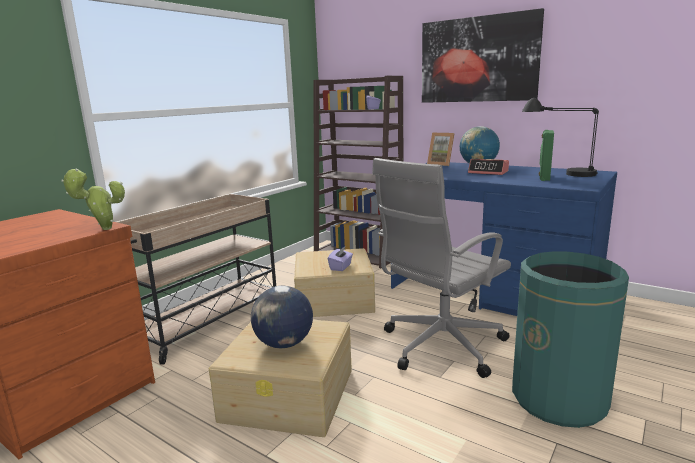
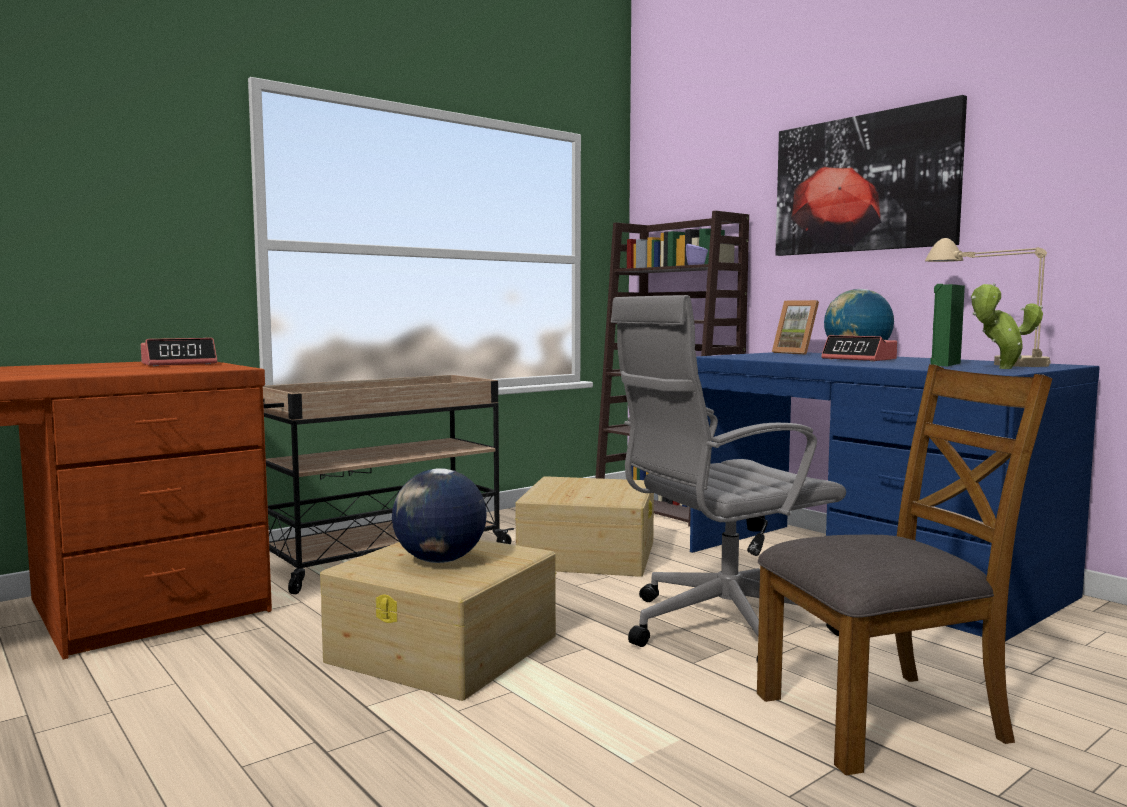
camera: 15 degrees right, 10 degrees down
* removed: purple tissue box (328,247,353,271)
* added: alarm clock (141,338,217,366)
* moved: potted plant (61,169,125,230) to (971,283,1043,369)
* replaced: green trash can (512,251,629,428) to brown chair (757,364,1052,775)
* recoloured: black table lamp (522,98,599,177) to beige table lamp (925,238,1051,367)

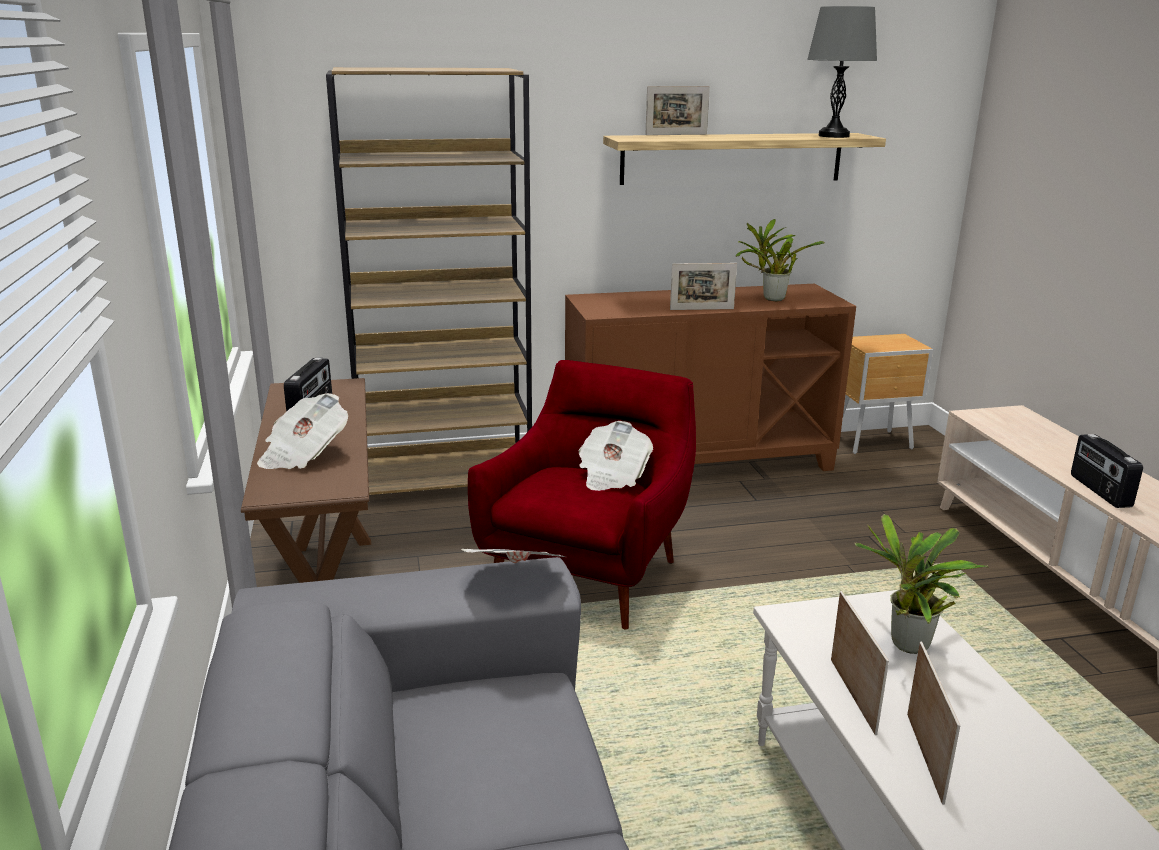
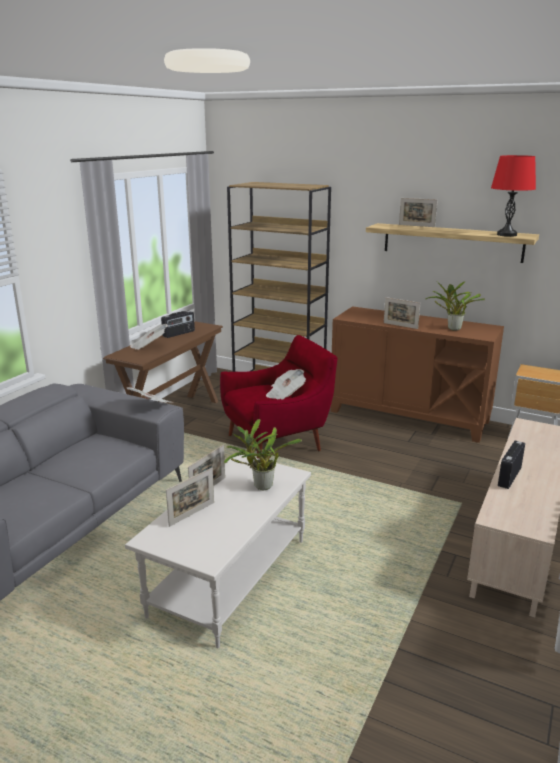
camera: 40 degrees right, 0 degrees up
* recoloured: grey table lamp (807,6,877,138) to red table lamp (491,155,536,237)

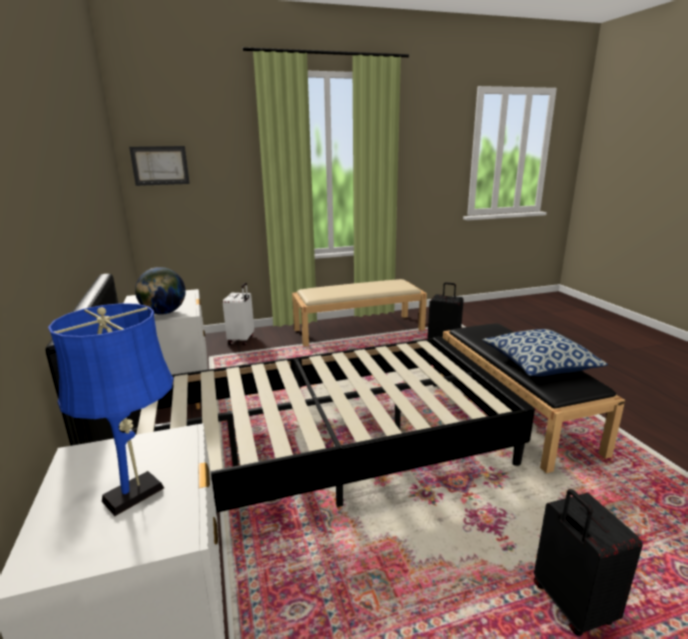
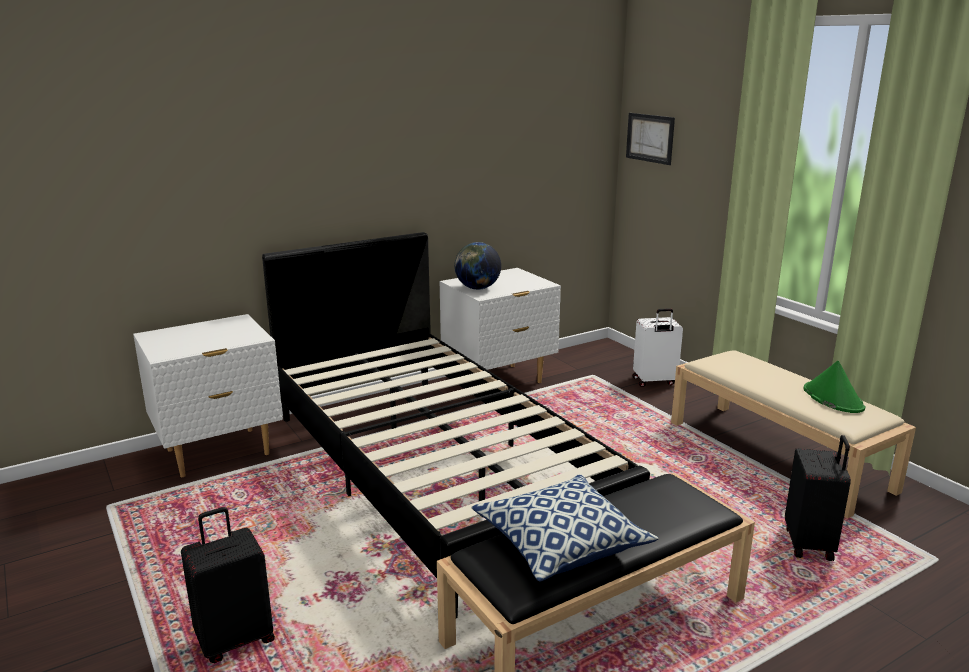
camera: 75 degrees right, 0 degrees up
* removed: blue table lamp (48,303,174,516)
* added: green hat (804,361,865,413)

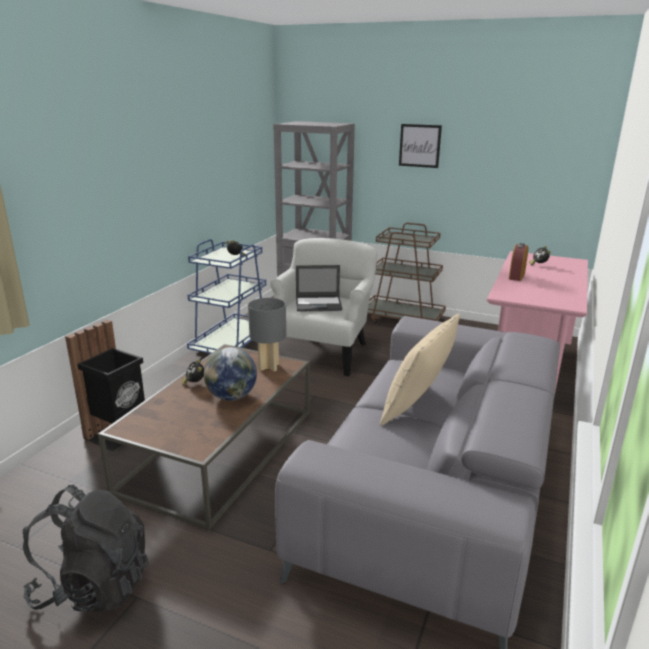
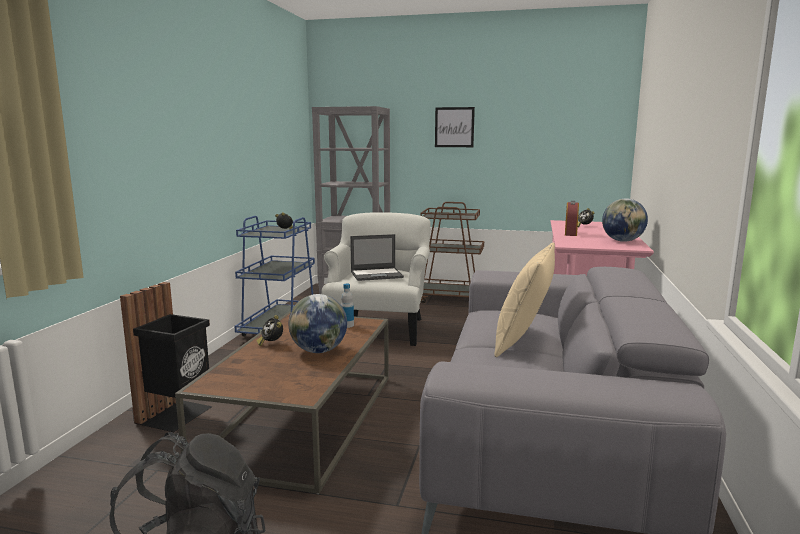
camera: 10 degrees left, 10 degrees down
* added: globe (602,198,648,242)
* replaced: grey table lamp (248,298,286,372) to bottle (341,284,354,328)

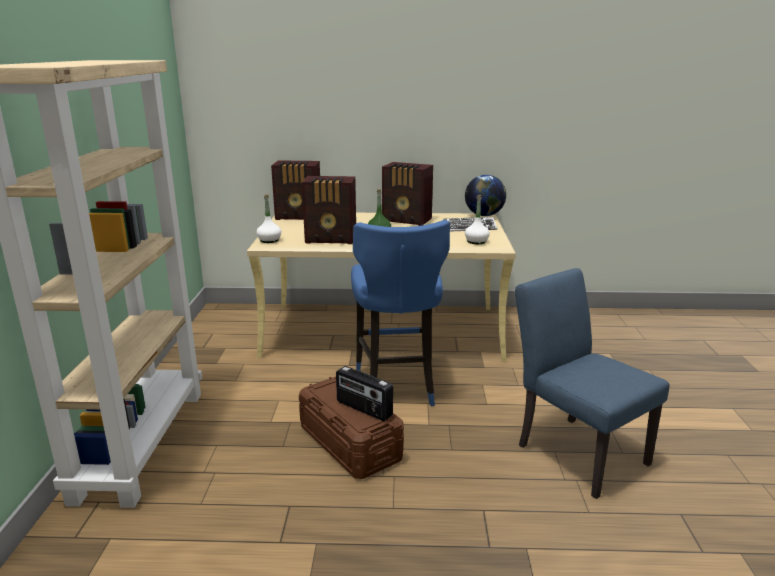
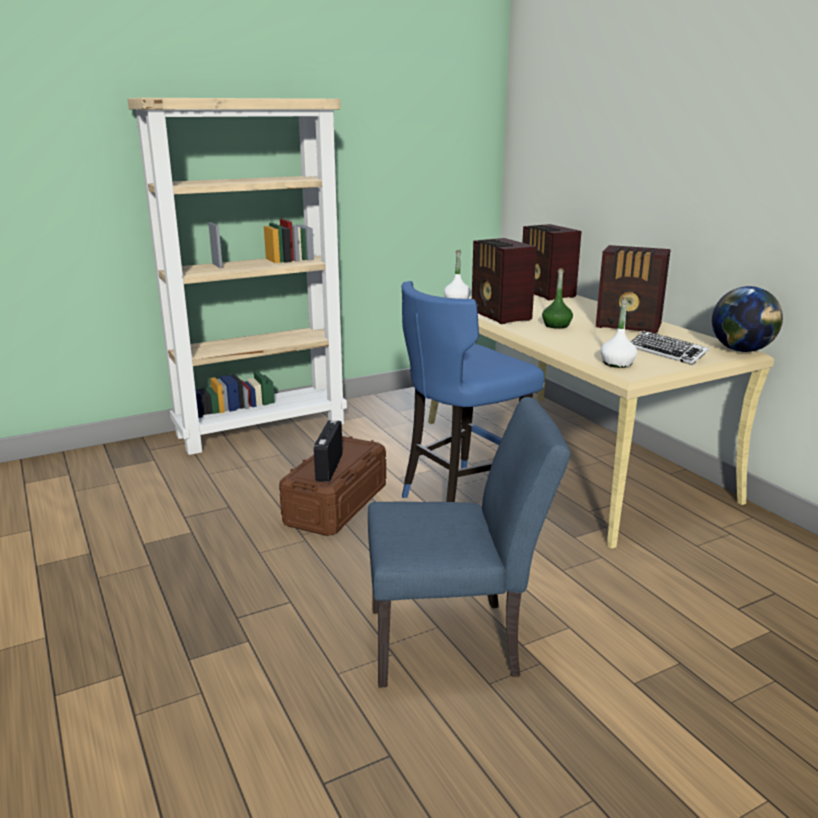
camera: 60 degrees right, 0 degrees up
* turned: radio (382,162,433,226) = (596,245,671,334) 60 degrees counterclockwise
* turned: blue chair (515,268,669,499) = (368,397,570,688) 60 degrees clockwise

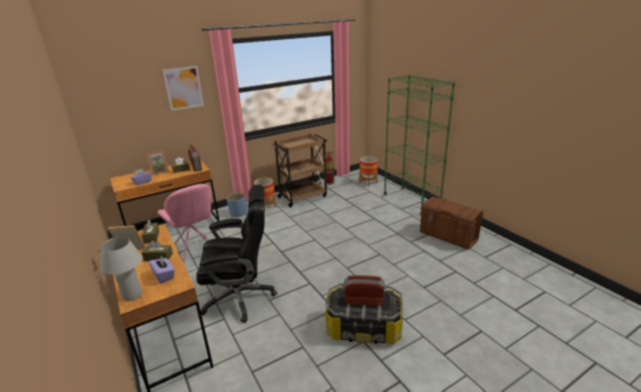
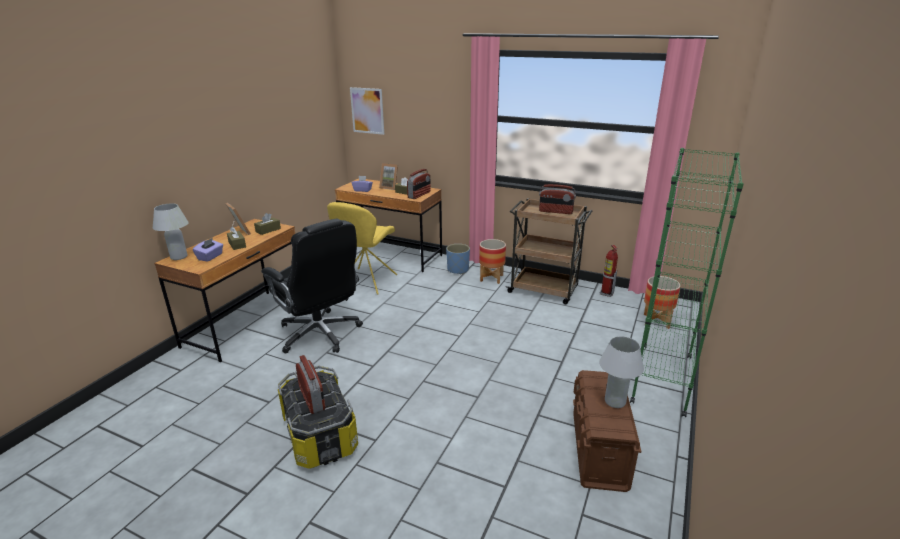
camera: 55 degrees right, 0 degrees up
* added: radio (539,184,576,214)
* added: white table lamp (599,336,644,408)
* moved: picture (163,66,204,111) to (350,87,384,135)
* recoloured: pink chair (158,184,212,263) to yellow chair (327,202,397,295)

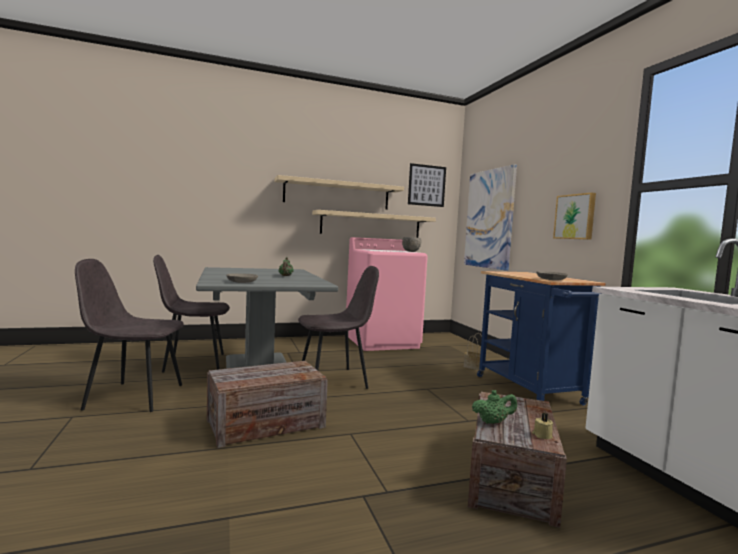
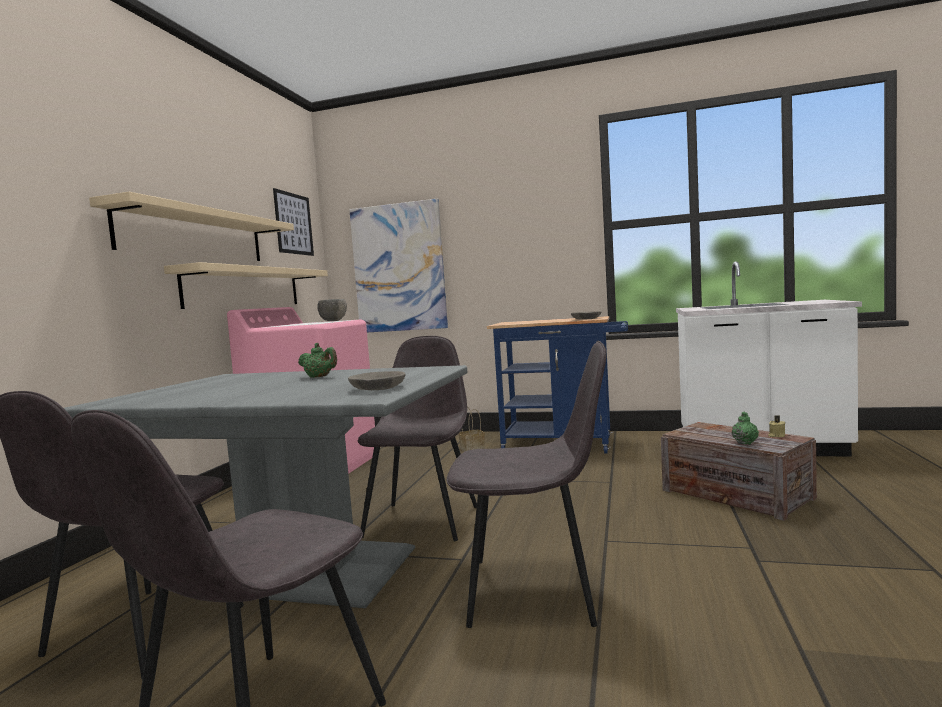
camera: 55 degrees left, 0 degrees up
* removed: picture (553,193,596,240)
* replaced: crate (207,361,328,448) to grey chair (447,341,607,628)

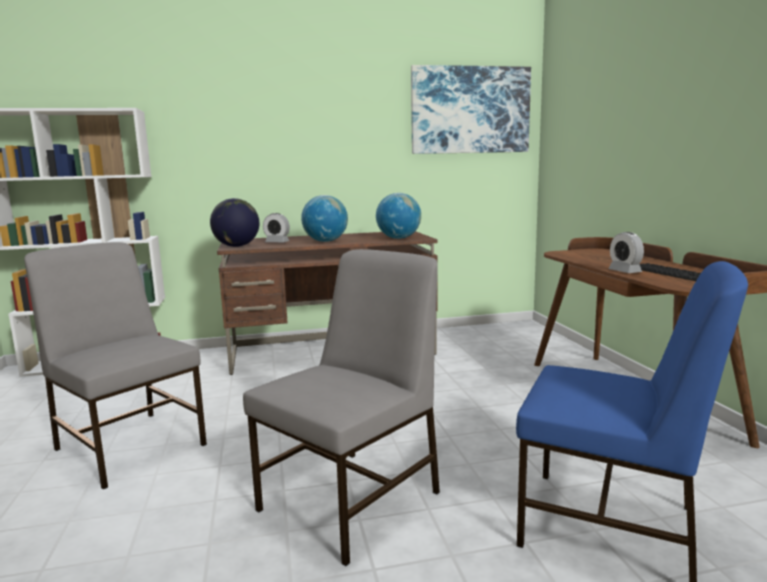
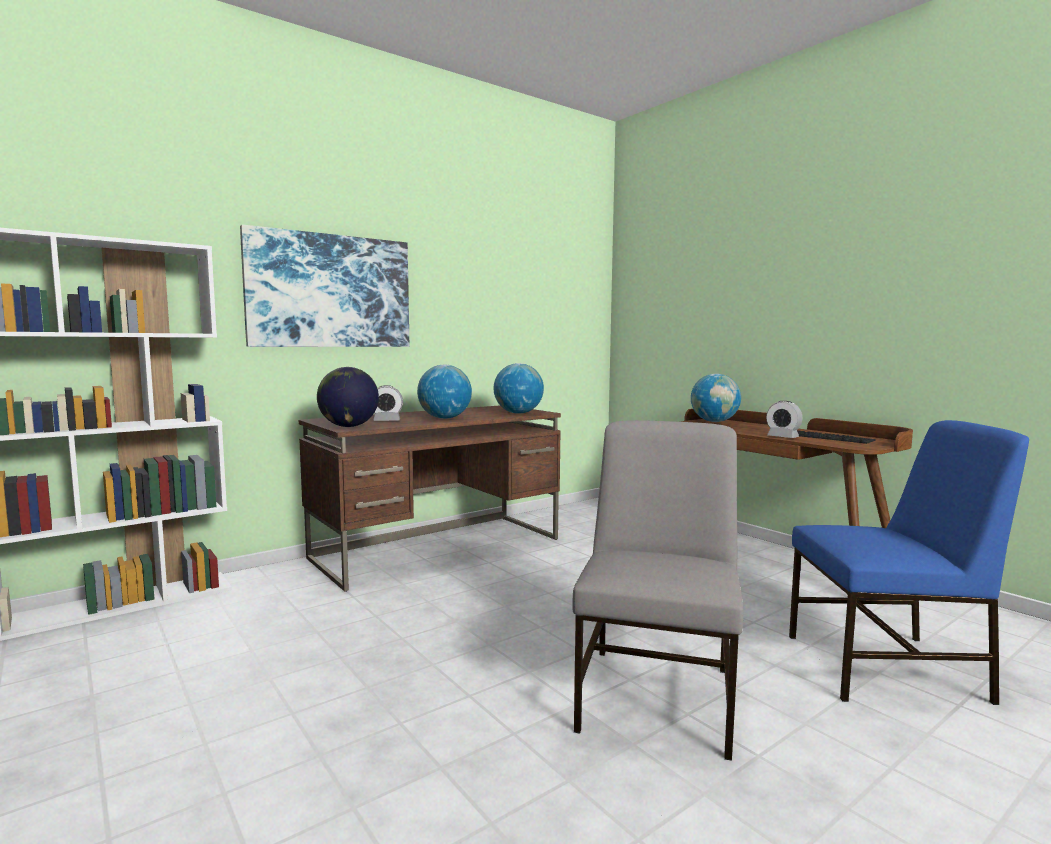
camera: 25 degrees left, 5 degrees down
* removed: grey chair (24,242,207,489)
* added: globe (691,374,741,422)
* moved: picture (411,65,531,154) to (240,225,409,347)

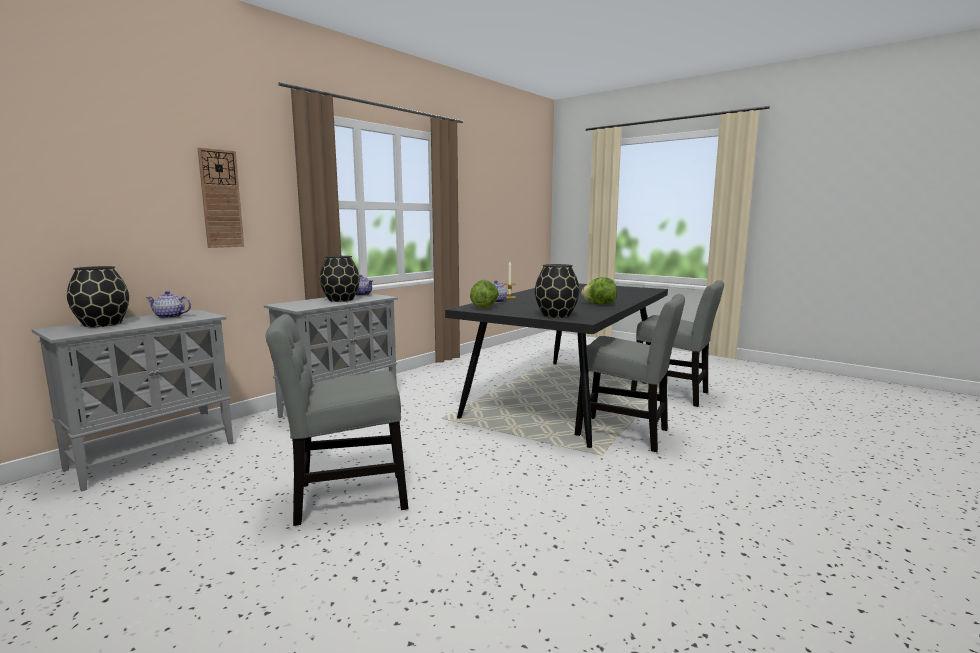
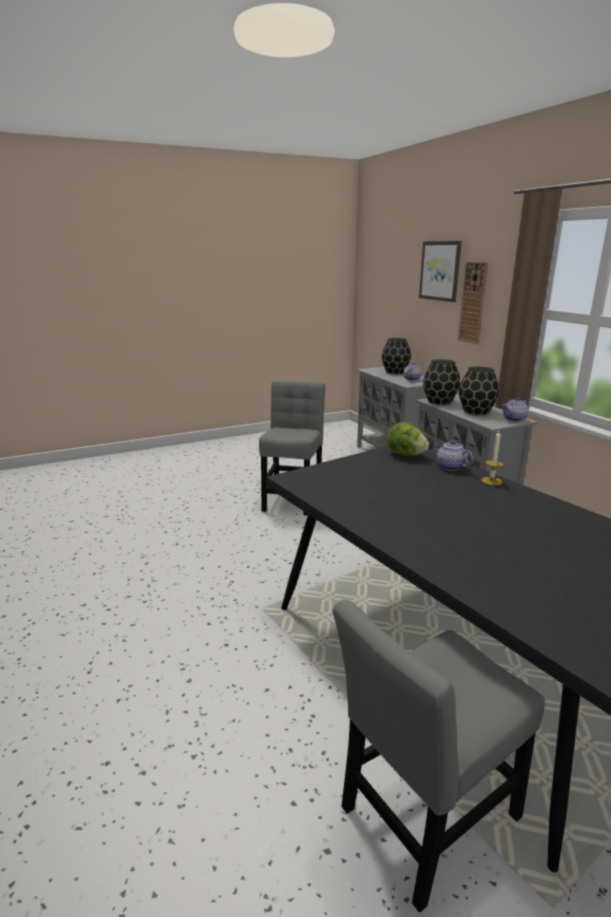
camera: 115 degrees right, 10 degrees up
* removed: grey chair (575,294,685,452)
* removed: lettuce (581,277,617,305)
* added: picture (419,241,462,302)
* moved: black vase (535,264,579,318) to (423,359,460,405)

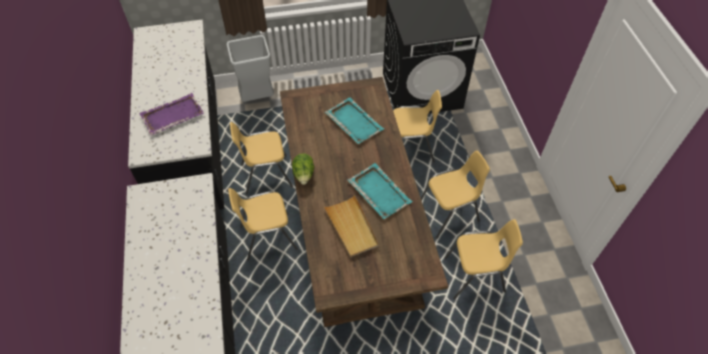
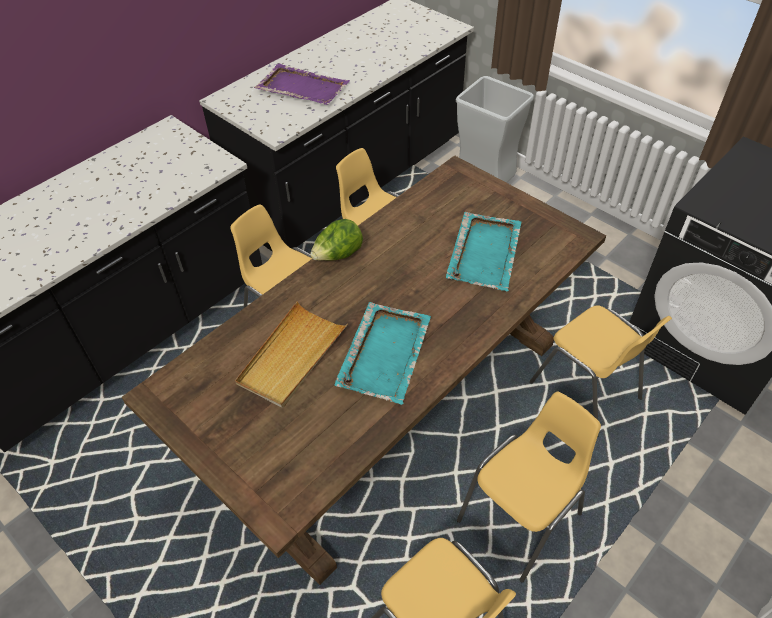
camera: 55 degrees right, 5 degrees down
* turned: yellow chair (421,151,490,239) = (457,392,601,583) 75 degrees counterclockwise

